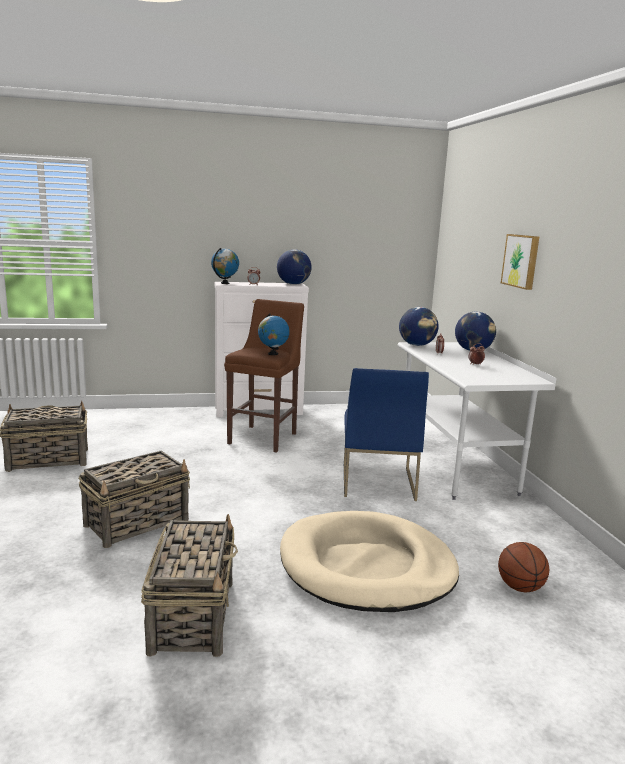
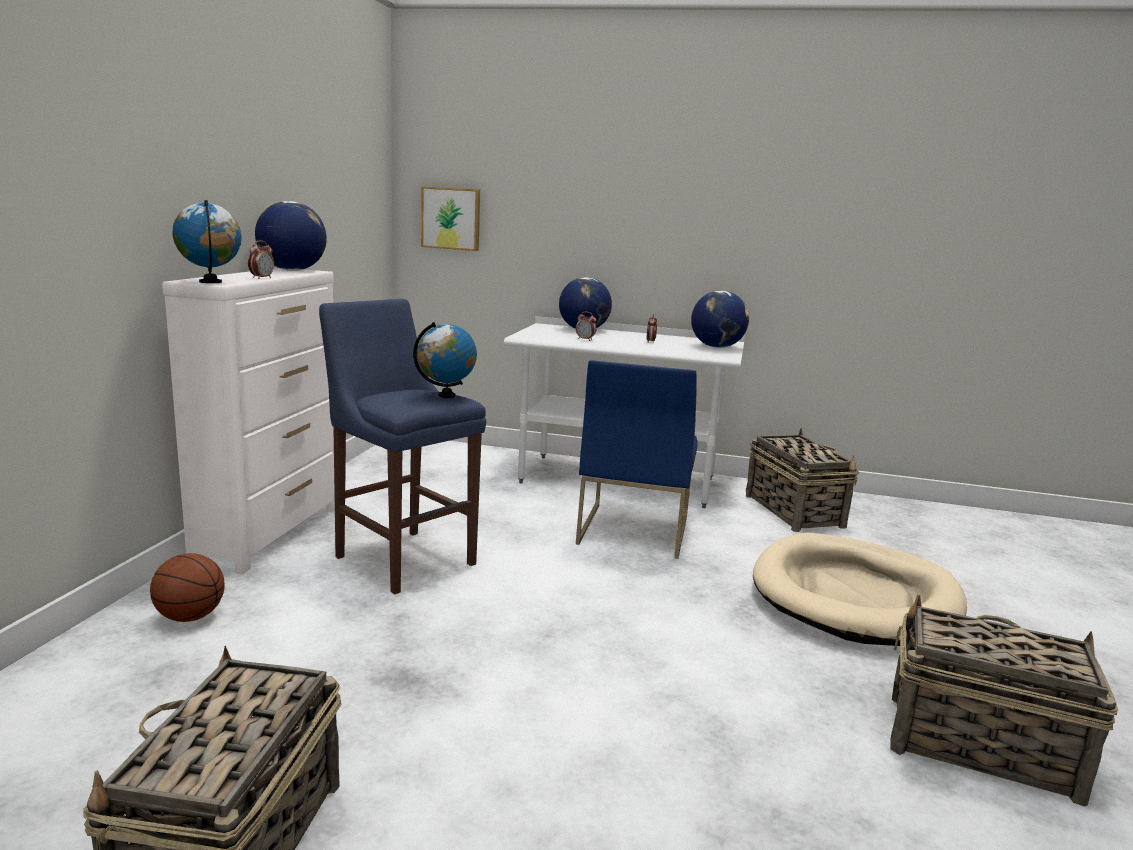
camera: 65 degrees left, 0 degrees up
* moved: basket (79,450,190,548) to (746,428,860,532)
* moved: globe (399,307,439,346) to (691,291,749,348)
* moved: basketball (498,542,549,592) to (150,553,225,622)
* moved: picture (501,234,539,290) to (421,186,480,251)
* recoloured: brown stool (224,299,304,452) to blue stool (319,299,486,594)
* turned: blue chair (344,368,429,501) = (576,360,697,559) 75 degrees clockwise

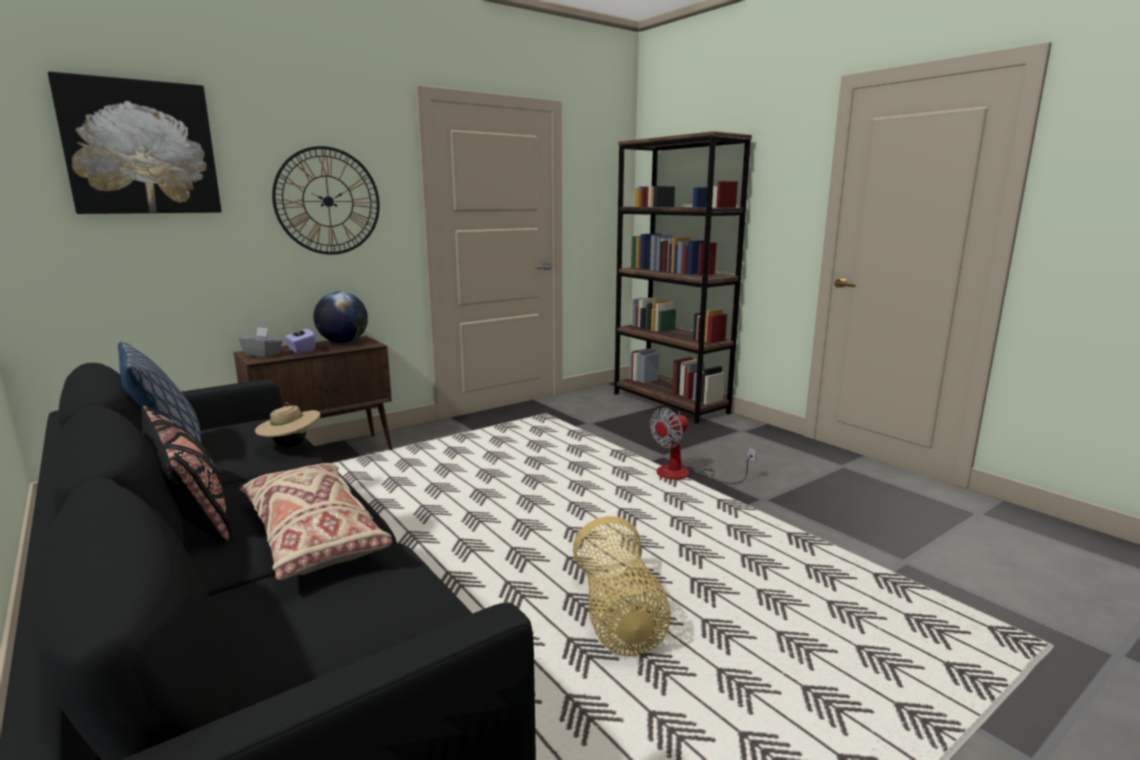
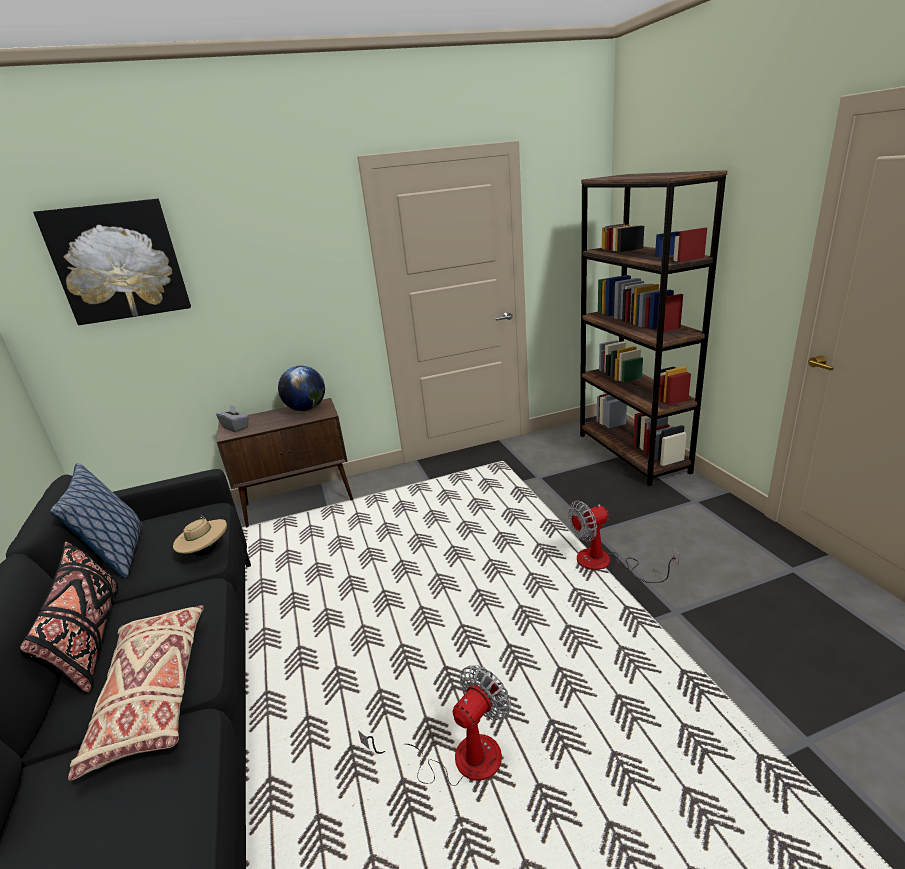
camera: 20 degrees right, 10 degrees up
* removed: wall clock (272,146,380,255)
* removed: purple tissue box (285,324,316,354)
* replaced: basket (573,516,671,656) to fan (358,665,511,786)

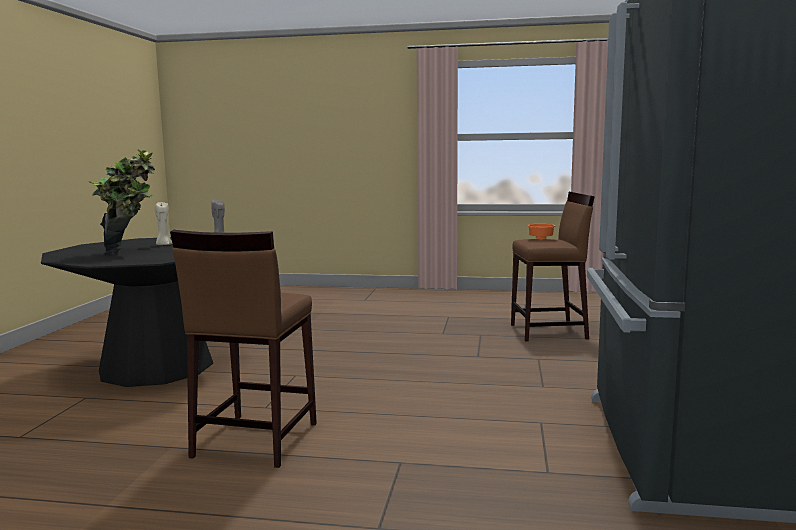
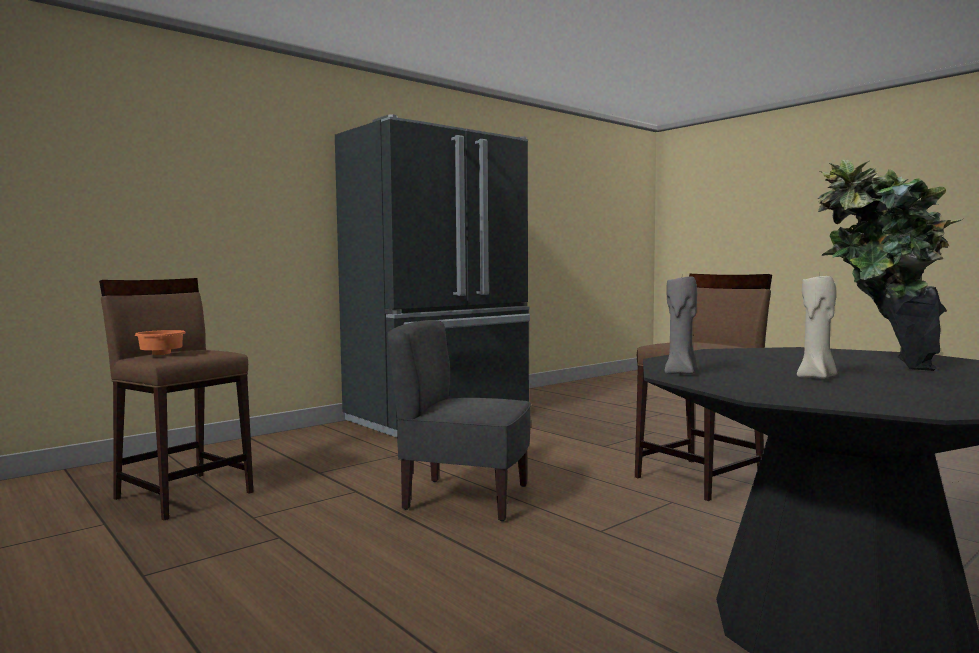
camera: 140 degrees left, 5 degrees down
* added: grey chair (388,320,531,521)

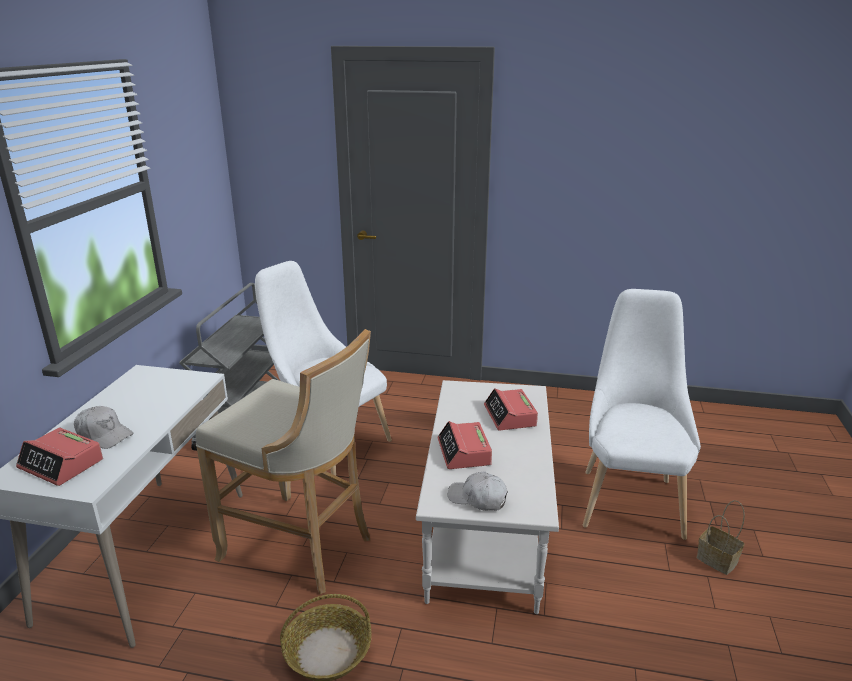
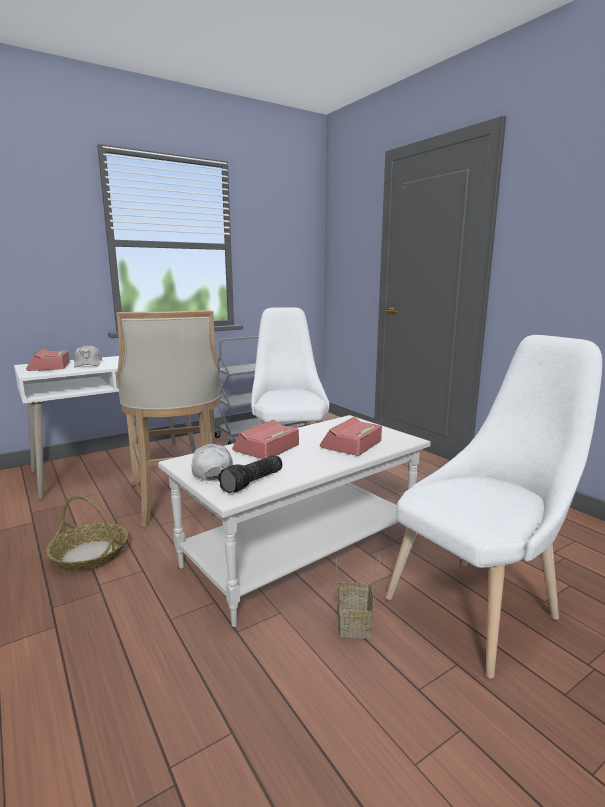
camera: 45 degrees right, 10 degrees down
* added: flashlight (218,455,283,493)
* moved: basket (697,500,745,575) to (336,551,380,638)

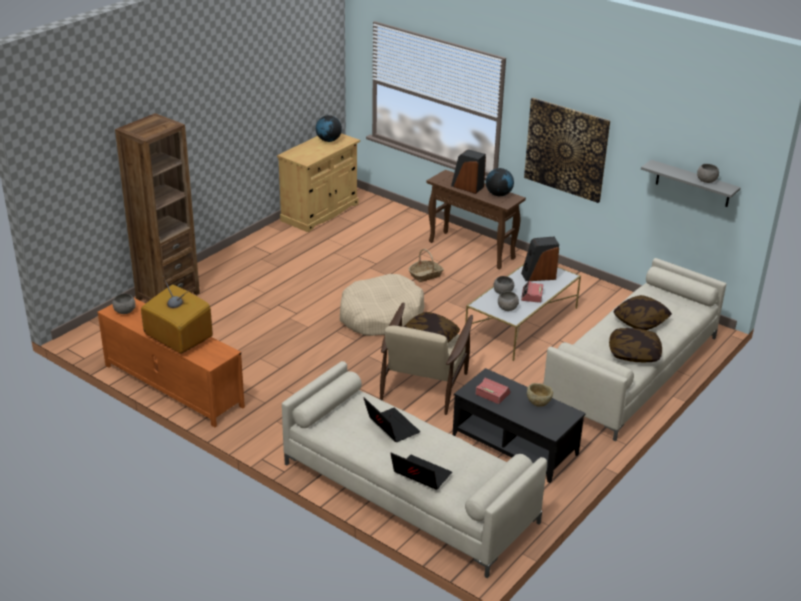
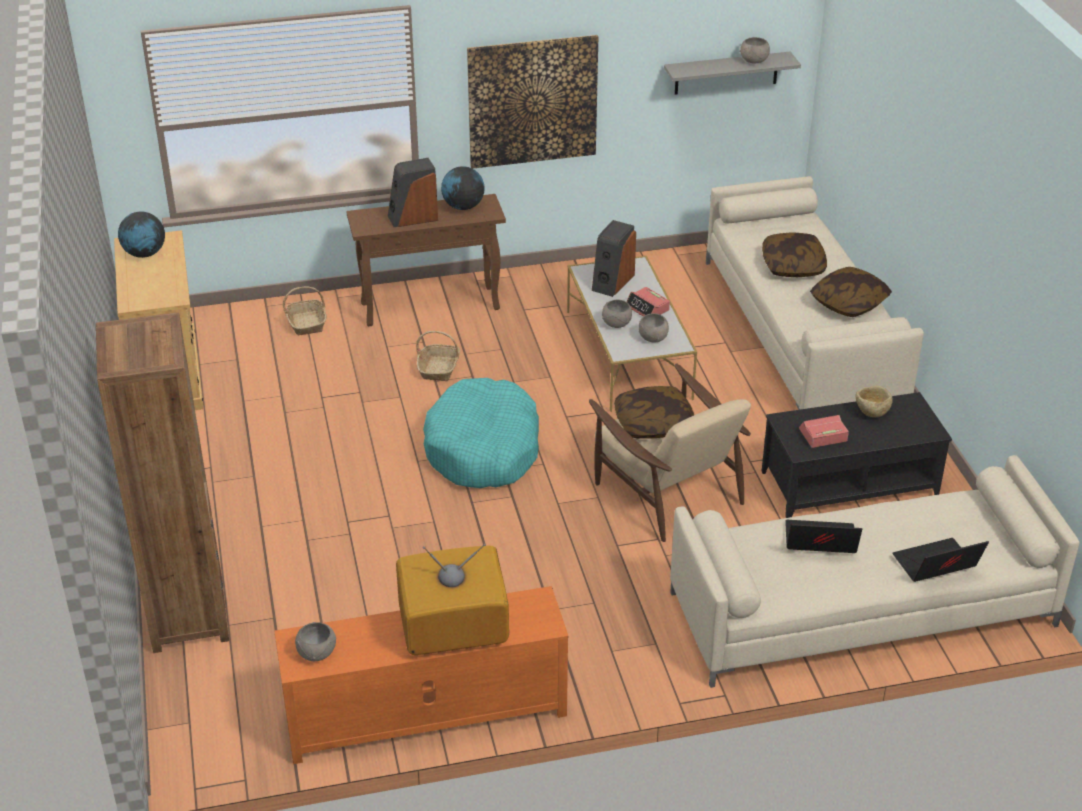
camera: 50 degrees left, 5 degrees up
* added: basket (283,286,327,335)
* recoloured: beige dog bed (340,274,425,336) to turquoise dog bed (423,378,539,488)

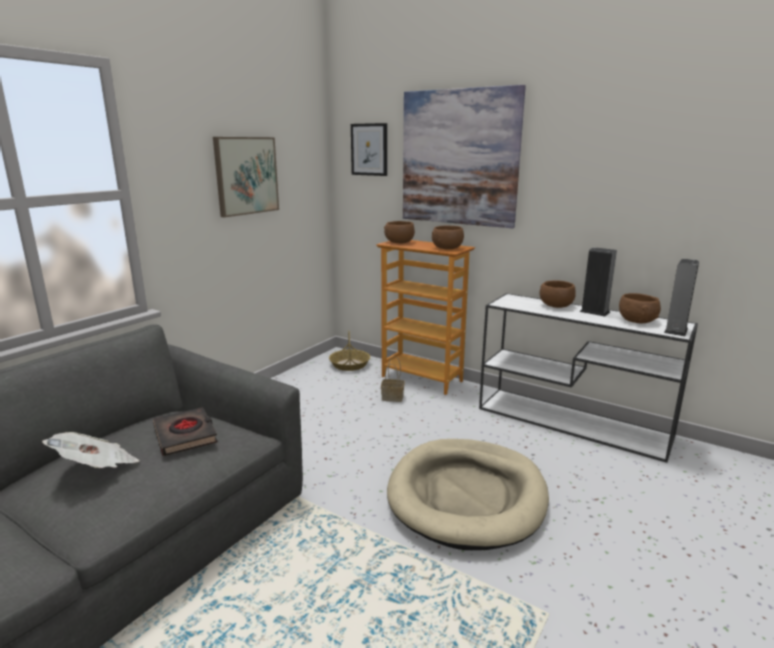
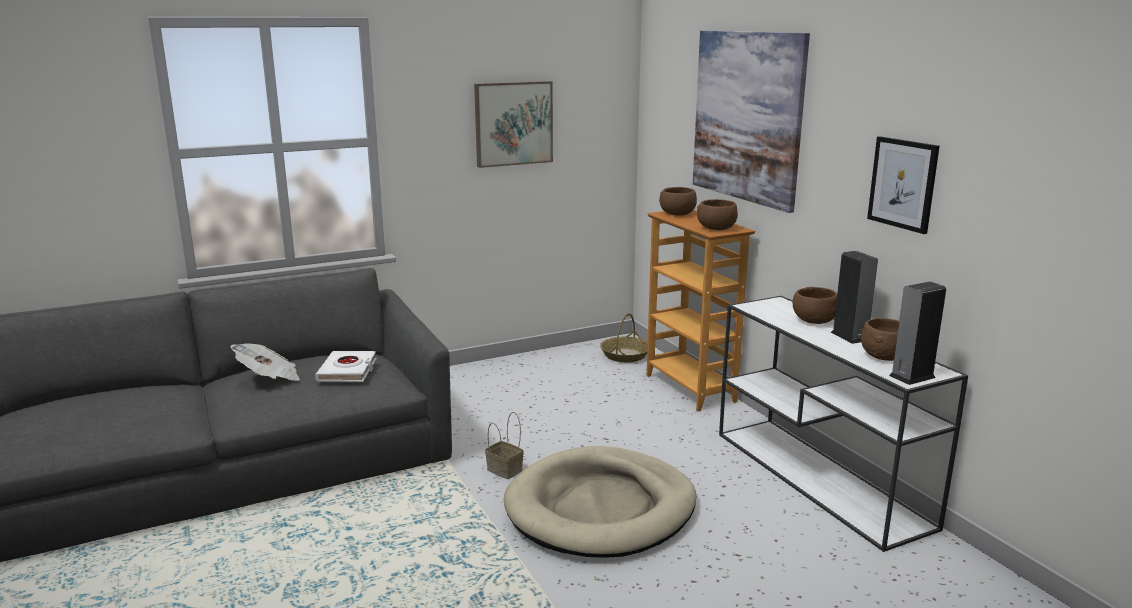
camera: 30 degrees right, 0 degrees up
* moved: picture (351,123,387,176) to (867,136,940,234)
* moved: basket (381,356,405,402) to (485,412,524,479)
* recoloured: black book (153,407,218,456) to white book (315,351,377,382)

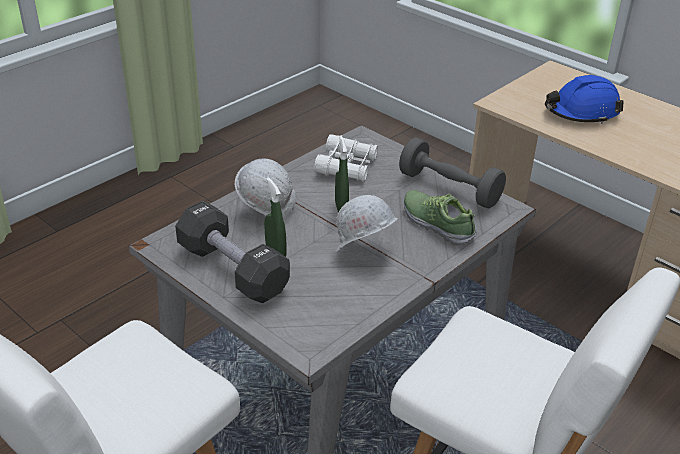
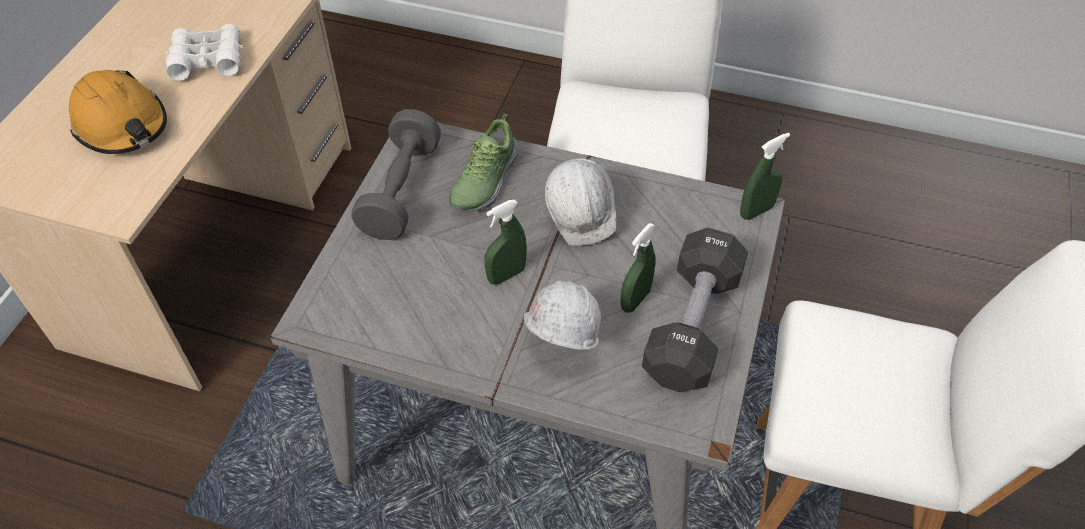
camera: 115 degrees left, 15 degrees up
* added: green spray bottle (740,132,790,220)
* moved: white binoculars (314,135,378,182) to (165,24,244,81)
* recoloured: blue hard hat (545,75,624,124) to orange hard hat (69,70,167,154)

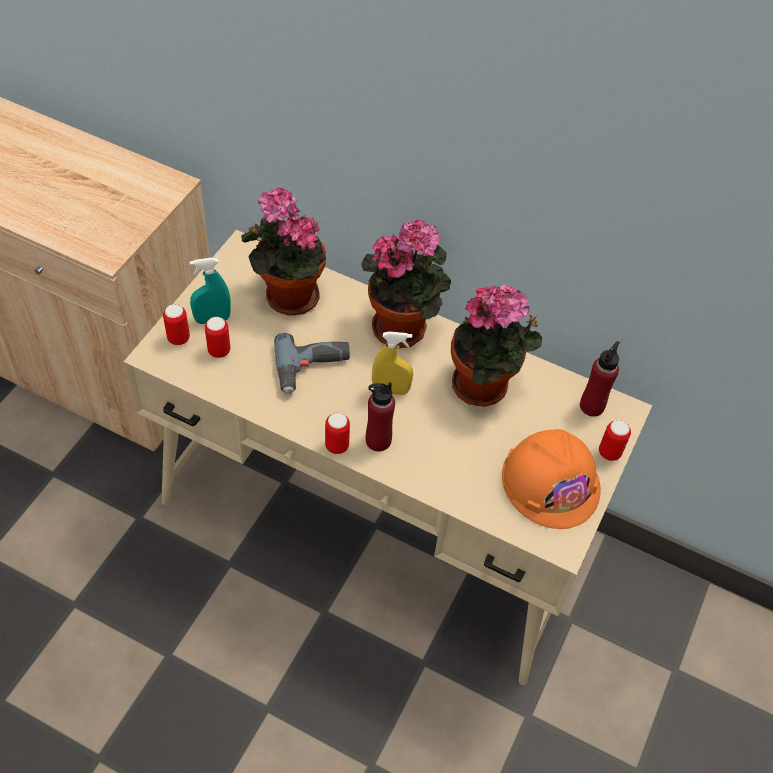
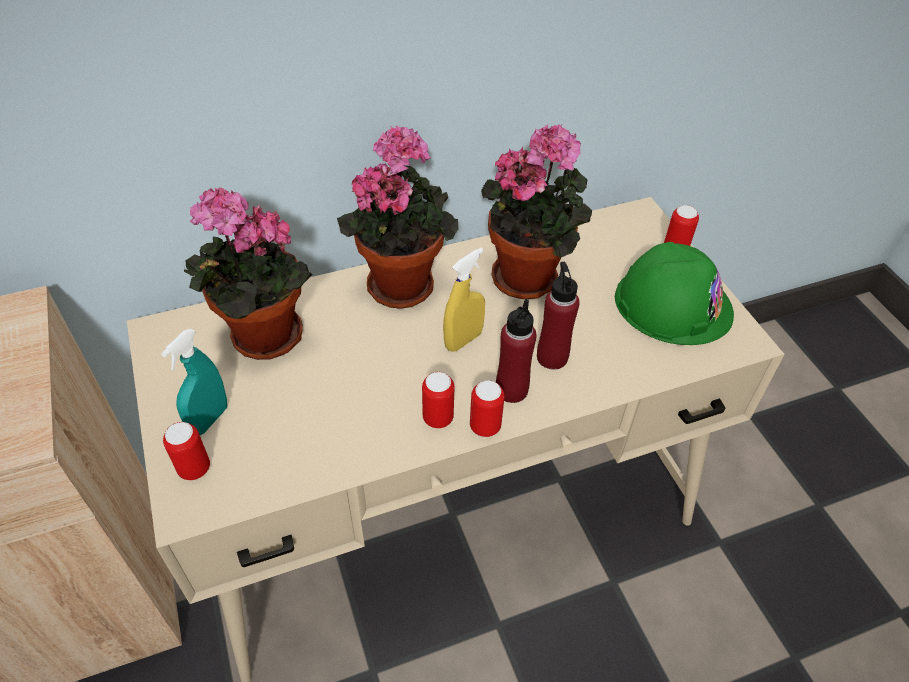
camera: 45 degrees left, 5 degrees down
* removed: power drill (274,333,350,395)
* moved: can (205,317,230,358) to (422,372,455,428)
* moved: red bottle (580,341,620,417) to (537,262,580,370)
* recoloured: orange hard hat (502,429,601,529) to green hard hat (615,242,734,345)

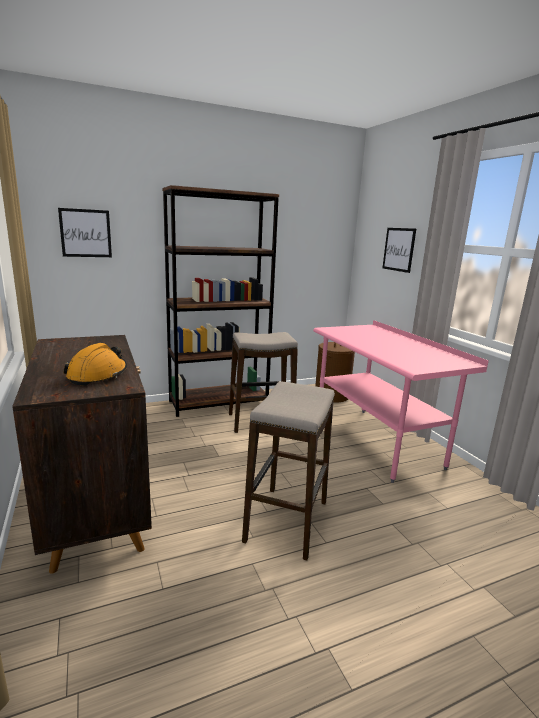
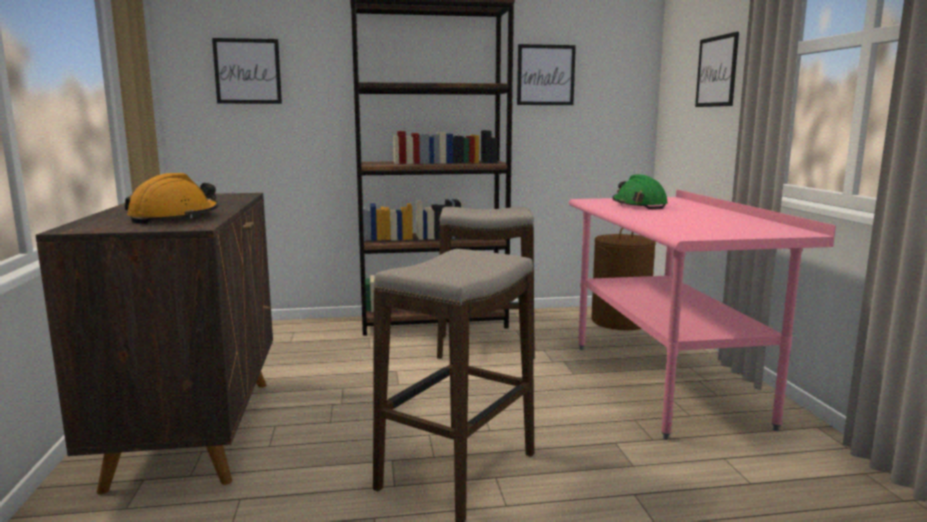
camera: 15 degrees right, 5 degrees down
* added: picture (517,44,576,105)
* added: green hard hat (612,174,668,210)

